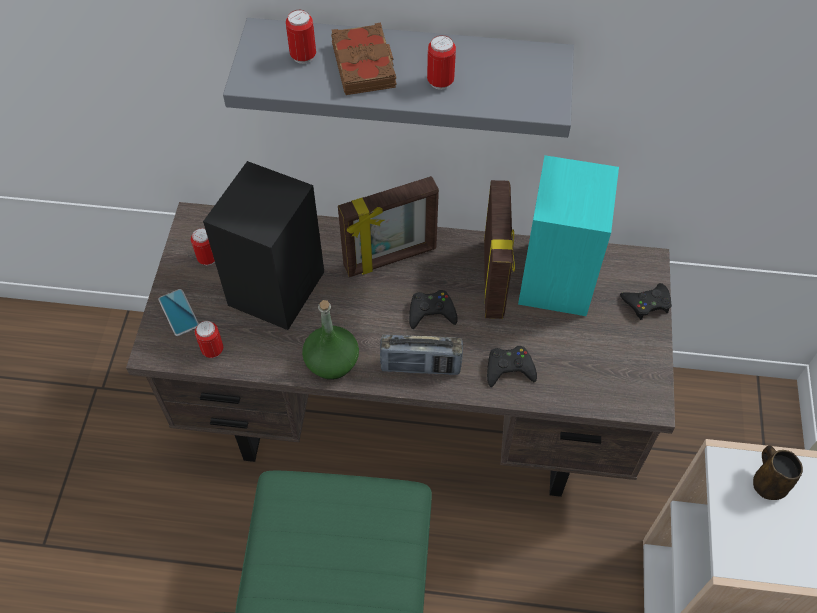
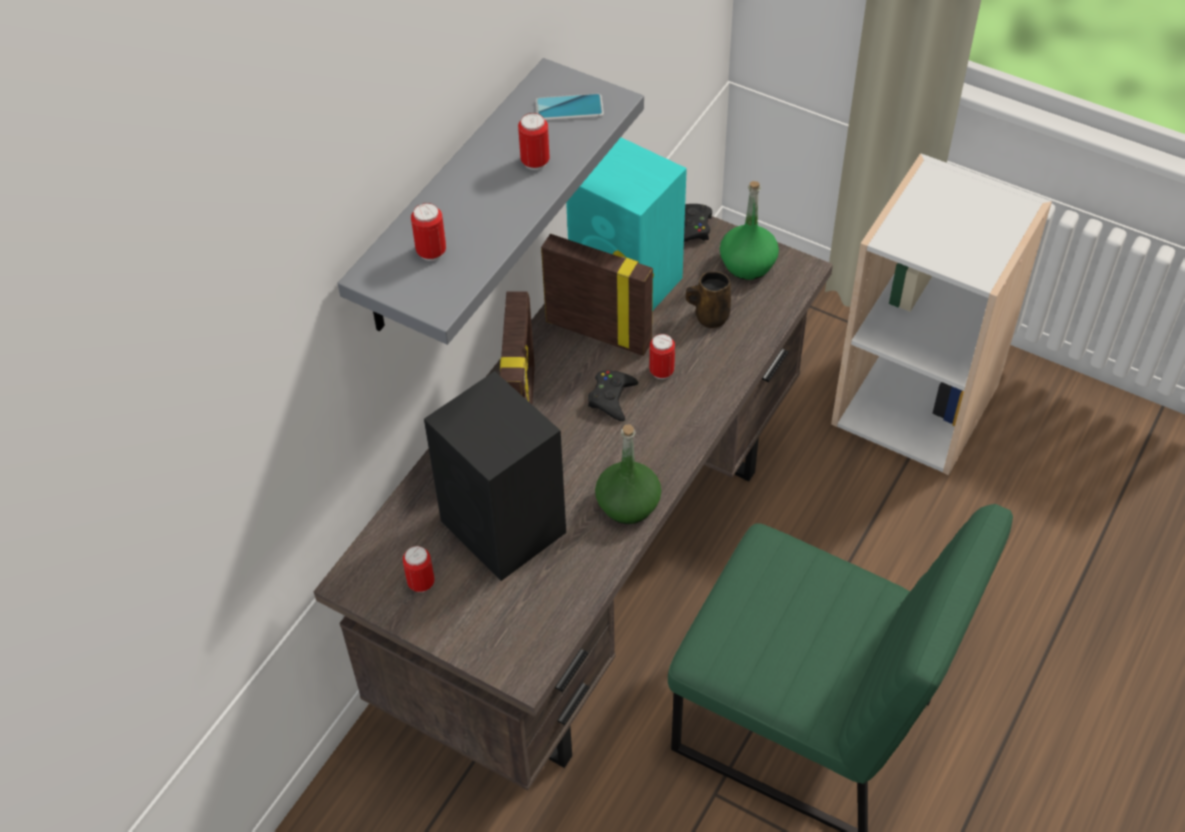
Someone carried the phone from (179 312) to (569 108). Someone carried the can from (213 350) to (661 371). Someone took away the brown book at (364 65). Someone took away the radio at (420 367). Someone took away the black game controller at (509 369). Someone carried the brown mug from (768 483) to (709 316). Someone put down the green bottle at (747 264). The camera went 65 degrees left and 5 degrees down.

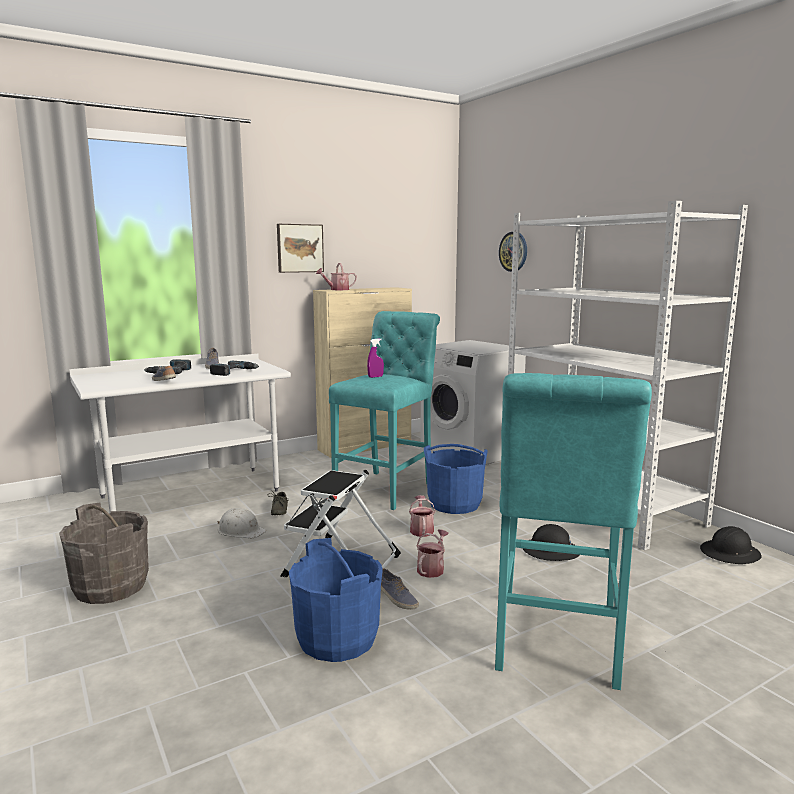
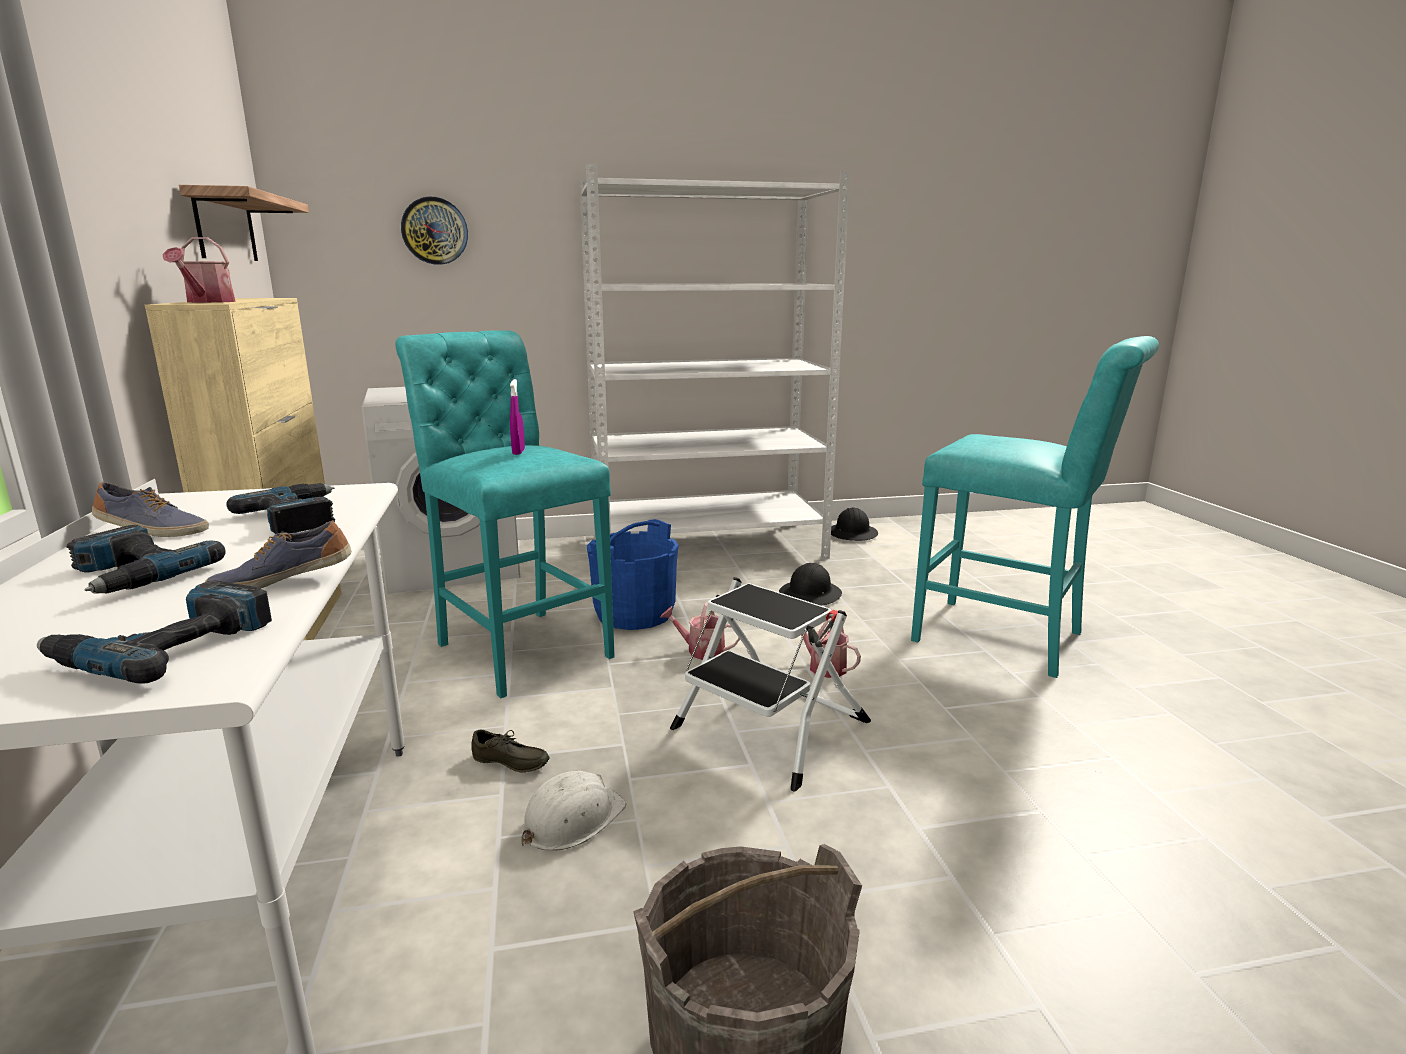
Someone took away the picture at (299 248). Someone took away the blue bucket at (337 638). Someone took away the shoe at (396 599). Someone put down the power drill at (165 647). Someone put up the shelf at (225 227). The camera went 70 degrees left and 5 degrees up.

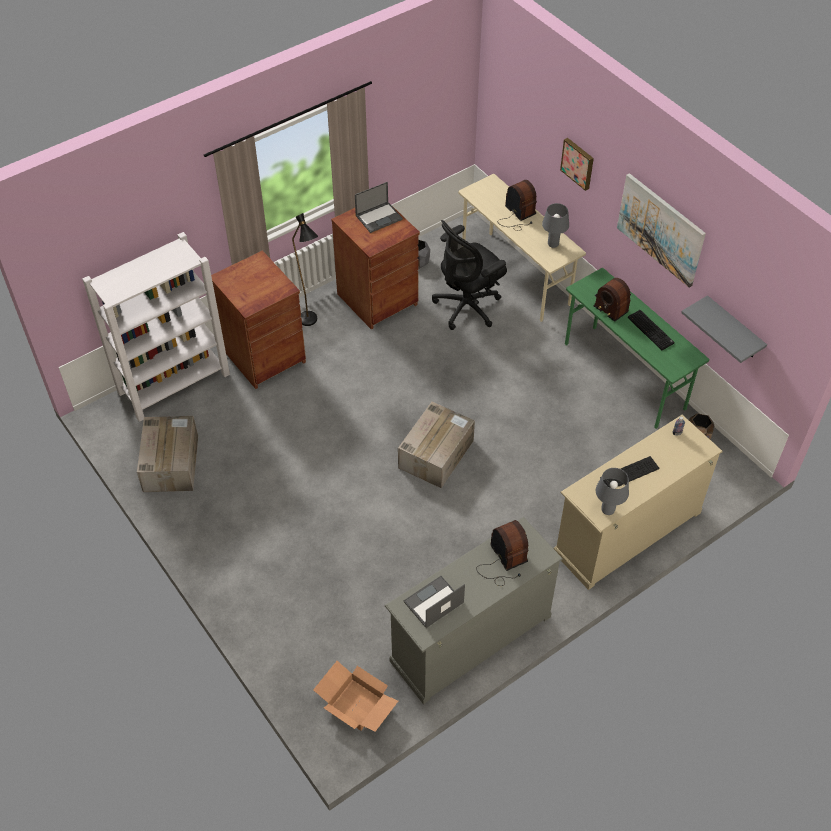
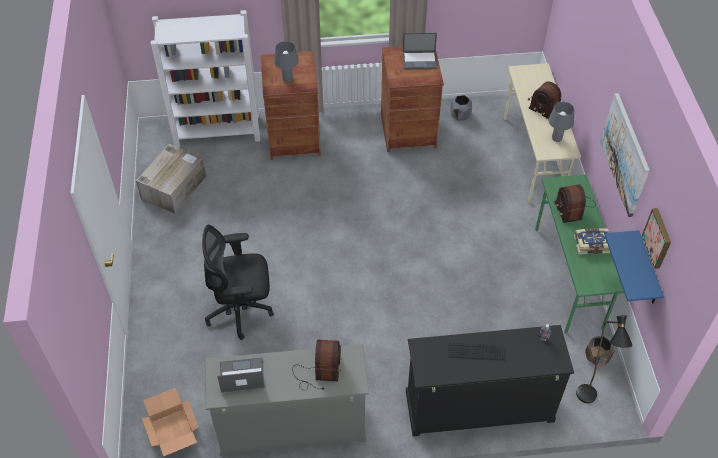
Someone carried the black floor lamp from (311 323) to (587 401). Someone took away the cardboard box at (436 453). Someone carried the black office chair from (469 304) to (242 308). Someone rotated the radio at (517 216) by 135 degrees clockwise. Someone repainted the beige cabinet at (627 532), which became the black cabinet at (478 406). Someone carried the picture from (578 163) to (658 238). Someone carried the grey table lamp from (607 510) to (287 79). Someone swapped the keyboard at (651 330) for the book at (591 244). Someone repainted the grey shelf at (733 329), which became the blue shelf at (647 270). The camera went 30 degrees right and 0 degrees up.

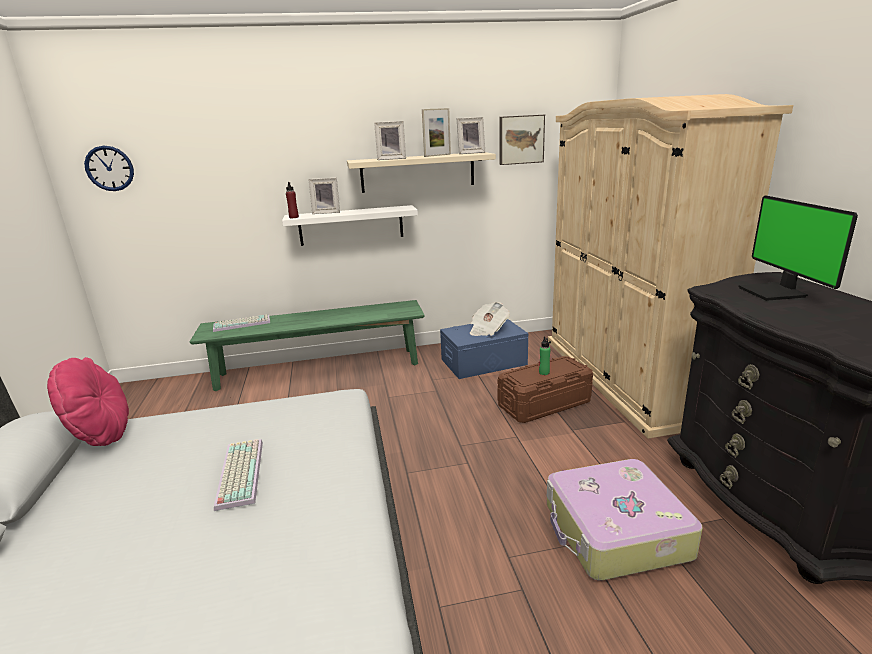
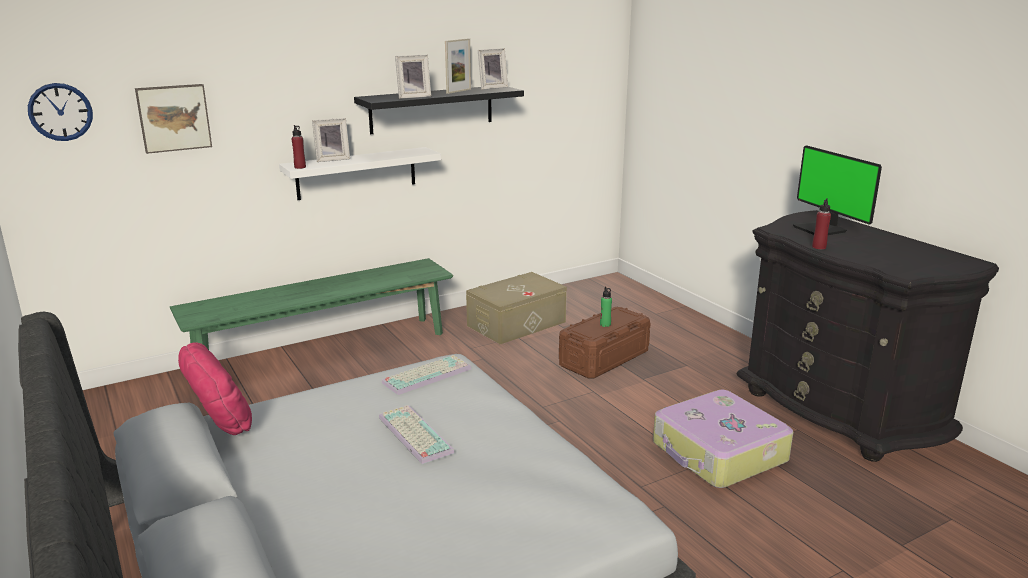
Someone carried the keyboard from (242 323) to (427 375). Someone repainted the beige shelf at (418 172), which became the black shelf at (432 109). Someone repainted the blue storage box at (483 362), which became the beige storage box at (516 324). Someone took away the newspaper at (487 330). Someone carried the picture from (521 139) to (173 117). Someone took away the beige wardrobe at (624 376). Someone put down the red bottle at (819 247). The camera went 20 degrees left and 0 degrees up.

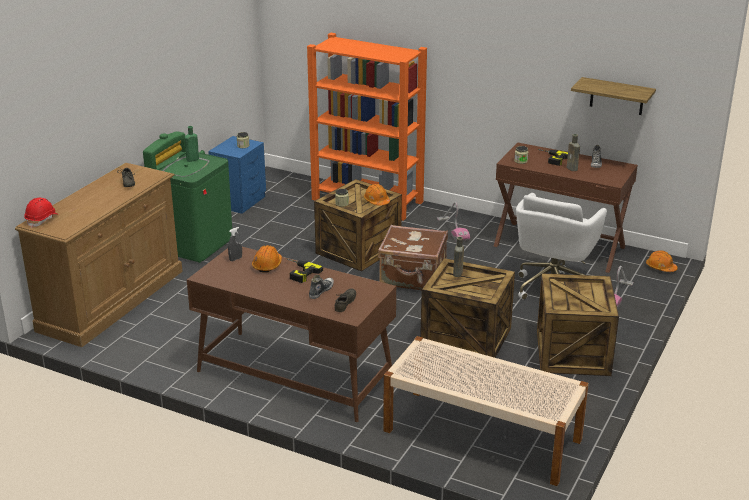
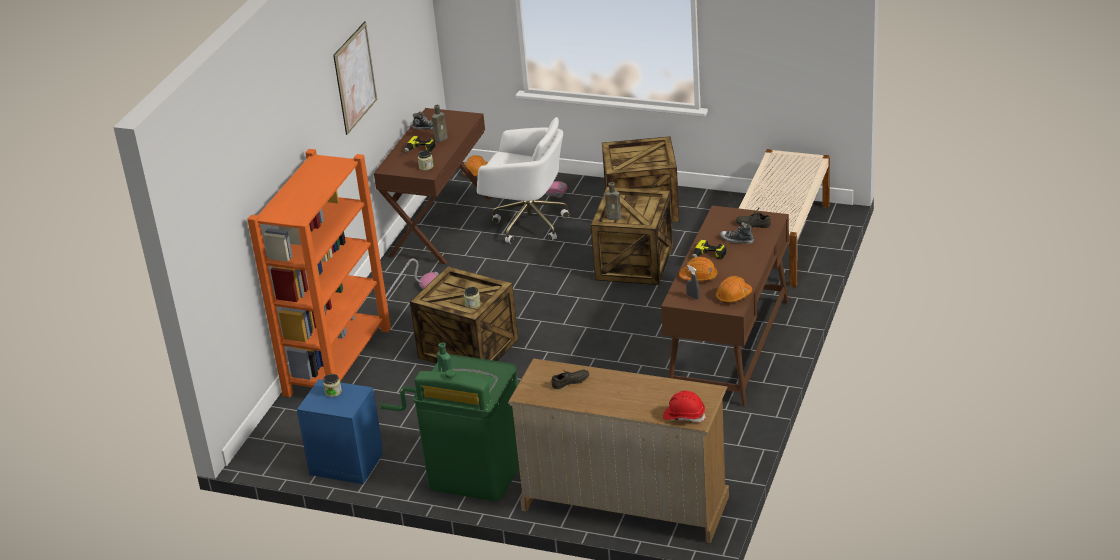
Someone carried the orange hard hat from (376 201) to (733 296). Someone took away the brown suitcase at (413 278). Someone took away the shelf at (617 96). Someone put up the picture at (355 77). The camera went 95 degrees left and 5 degrees up.

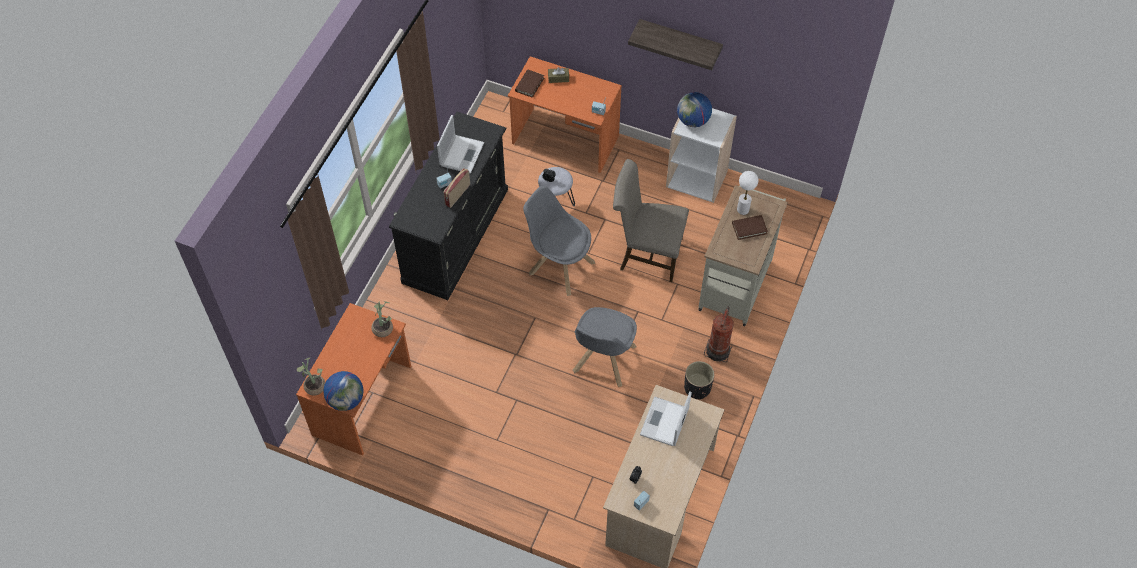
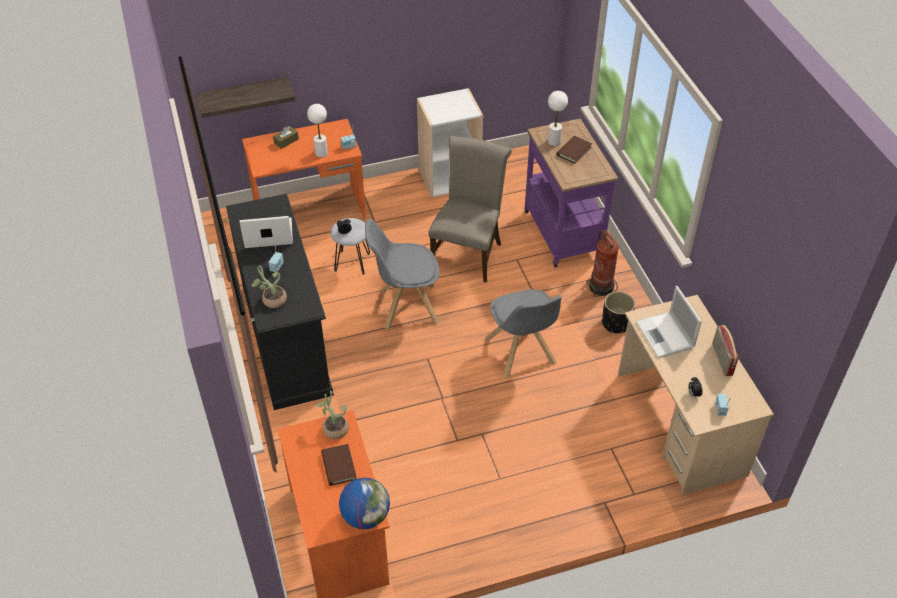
Someone carried the potted plant from (313 384) to (271 299). Someone rotated the laptop at (462 153) by 75 degrees counterclockwise. Someone carried the radio from (457 194) to (721 360). Someone carried the brown book from (529 84) to (339 466). Someone rotated the beige chair at (646 253) by 135 degrees clockwise. Someone carried the shelf from (680 41) to (244 97). Someone took away the globe at (693 121). Someone repainted the beige cart at (736 284), which became the purple cart at (561 232). Someone put down the white table lamp at (321 153). The camera went 40 degrees left and 10 degrees down.

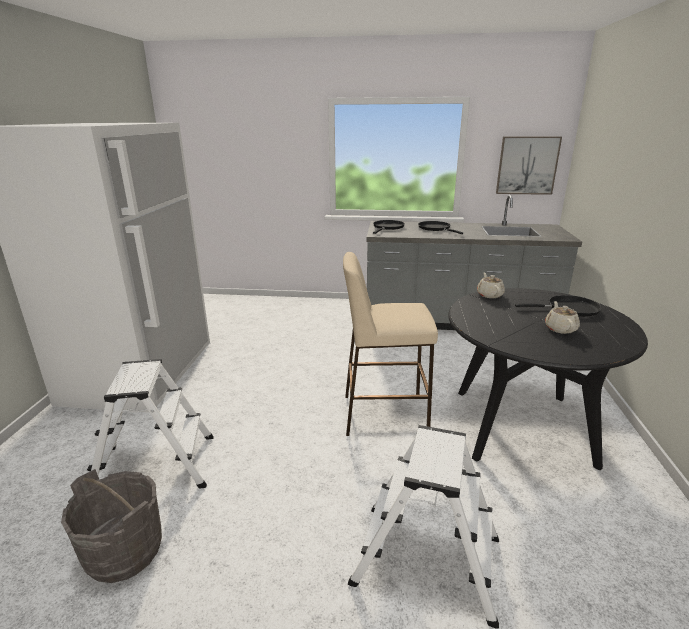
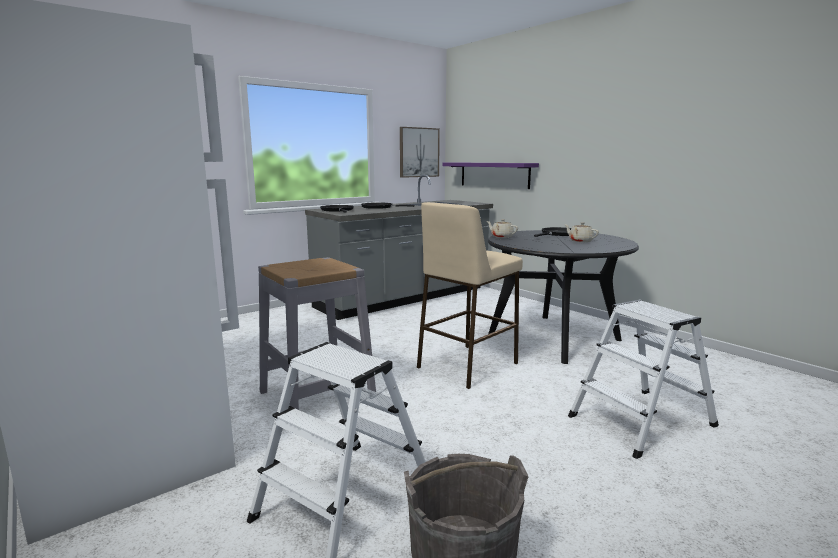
Someone put down the grey stool at (317 395). Someone put up the purple shelf at (494 175). The camera went 45 degrees left and 10 degrees down.

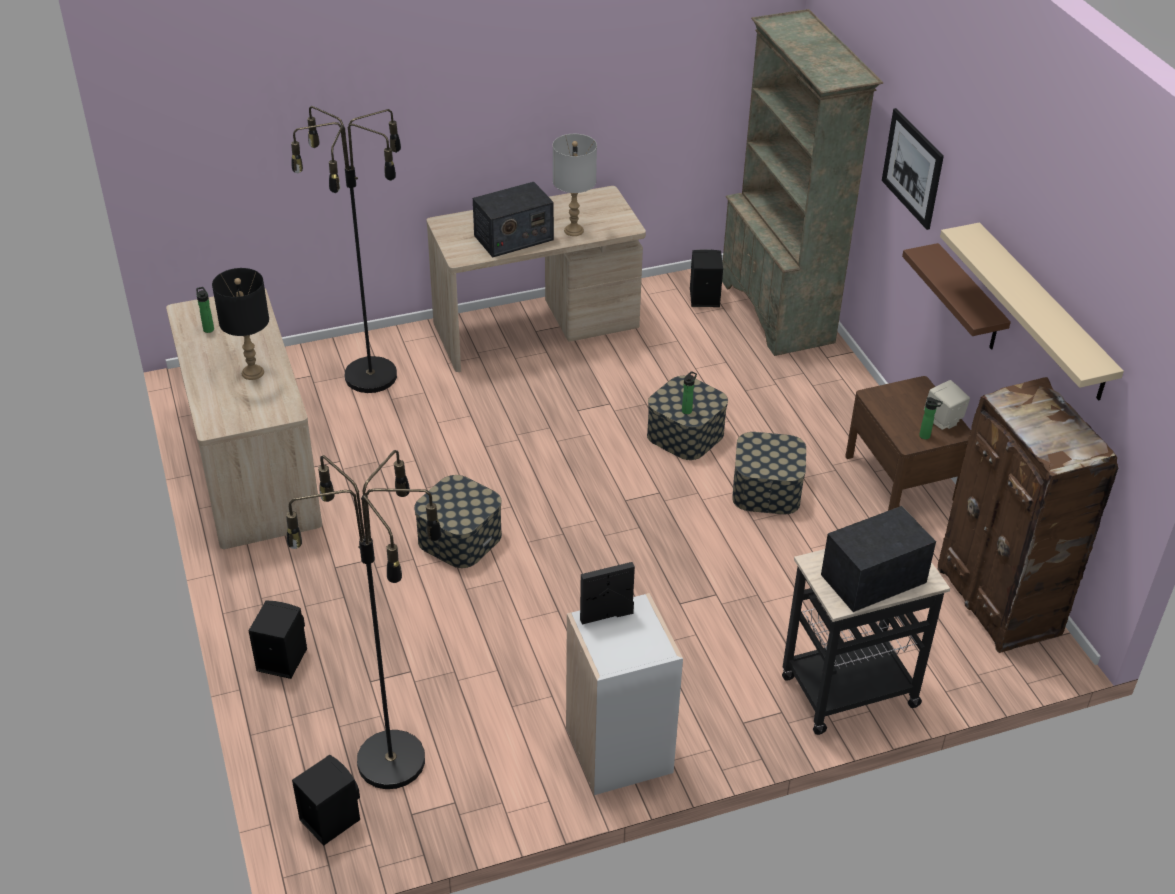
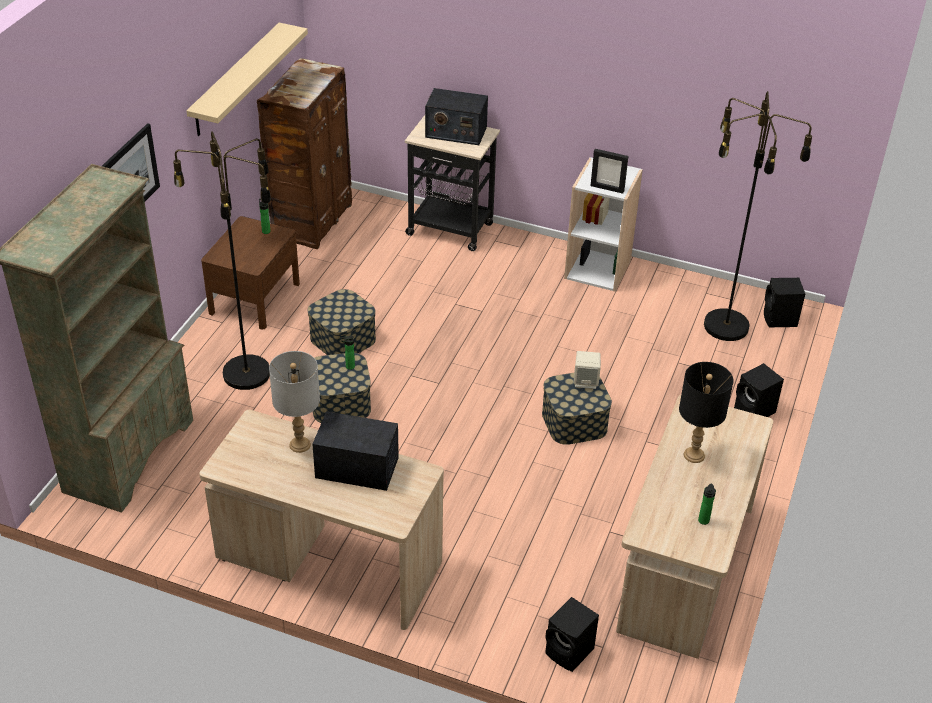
Someone carried the floor lamp from (370 377) to (248 373). Someone carried the black speaker from (703 297) to (570 652). Someone took away the brown shelf at (969 299). Someone carried the beige speaker from (943 420) to (586 381). The camera went 140 degrees left and 0 degrees up.

